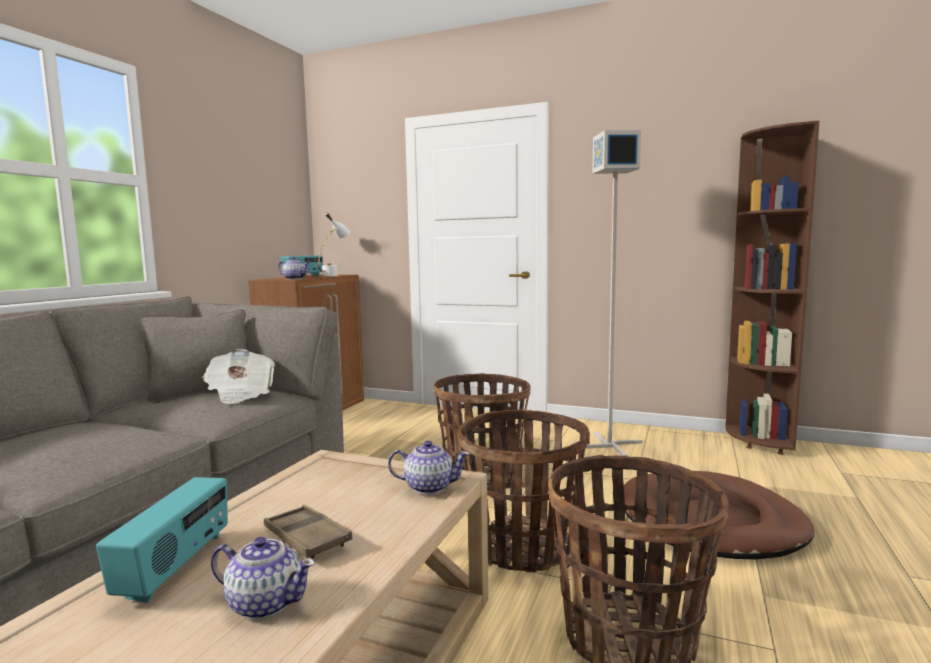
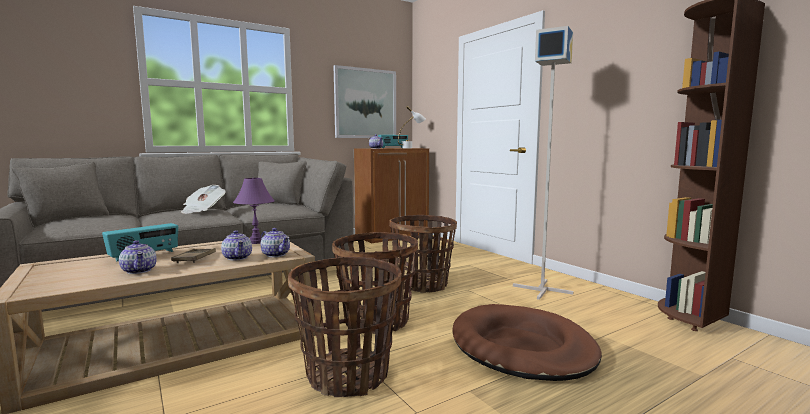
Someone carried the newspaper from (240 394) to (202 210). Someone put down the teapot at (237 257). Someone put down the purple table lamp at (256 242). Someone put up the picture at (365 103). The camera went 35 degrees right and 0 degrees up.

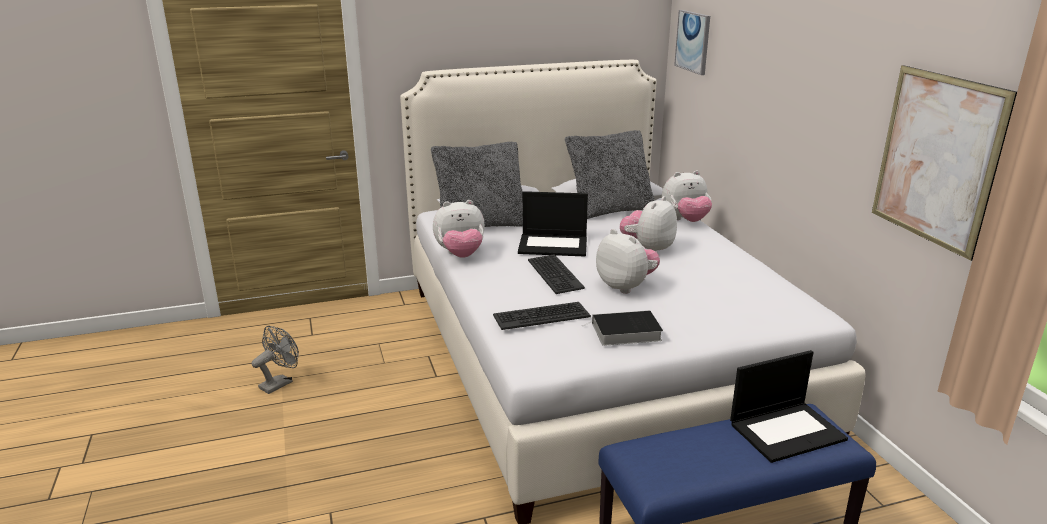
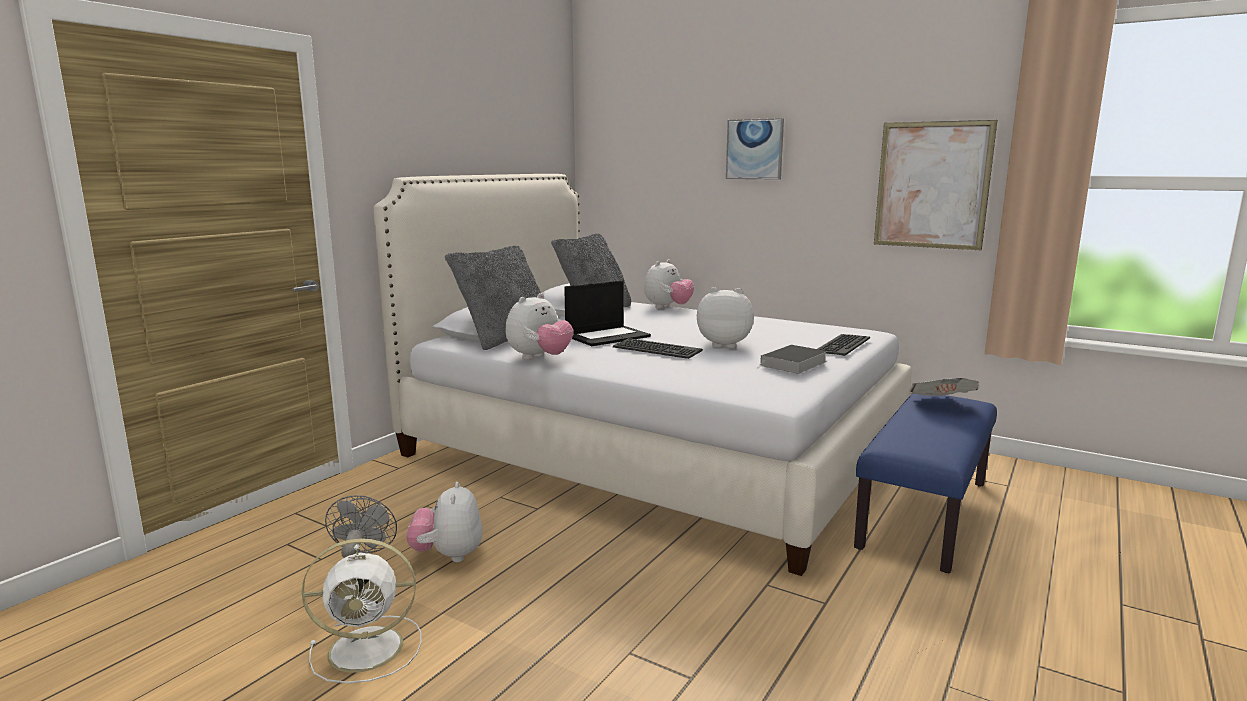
Someone carried the keyboard from (541 316) to (842 345). Someone carried the plush toy from (648 249) to (448 555). Someone carried the picture from (693 41) to (754 149). Someone swapped the laptop at (787 431) for the newspaper at (941 405). Someone put down the white fan at (369 648). The camera went 40 degrees left and 10 degrees down.

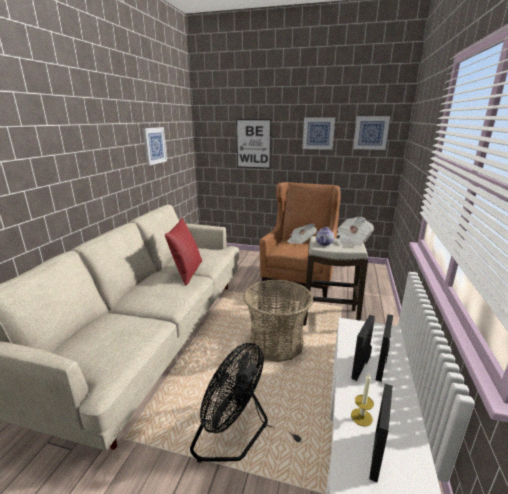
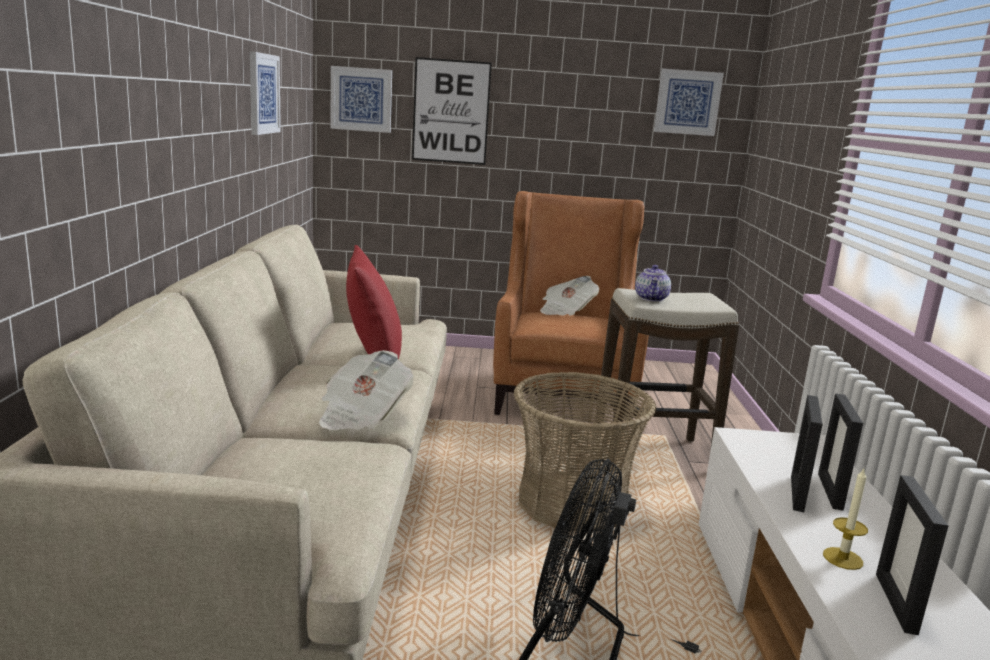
Someone carried the picture from (318 133) to (361 99). Someone carried the newspaper from (352 241) to (362 415). The camera went 15 degrees left and 5 degrees down.

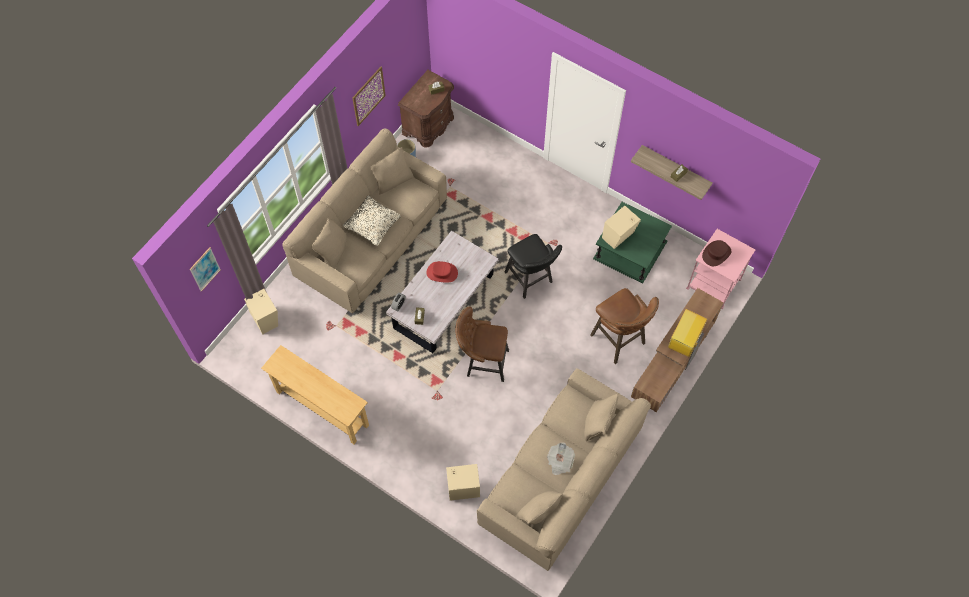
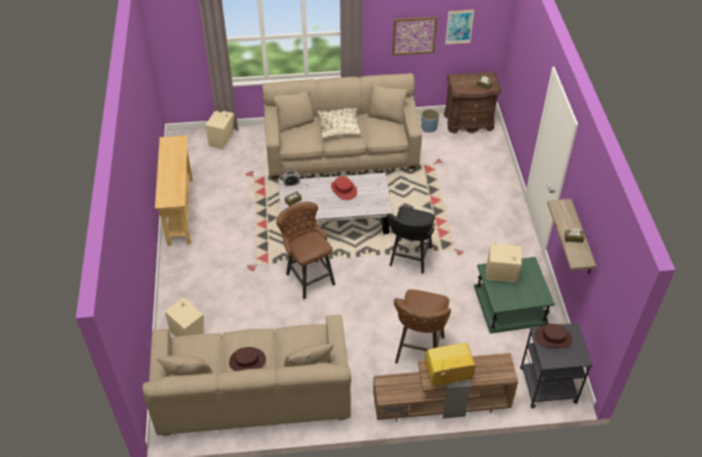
Someone carried the picture from (205 269) to (459 27). Someone swapped the newspaper at (559 462) for the brown hat at (247 361). Someone repainted the pink cart at (713 285), which became the black cart at (547 385). The camera went 50 degrees right and 15 degrees down.

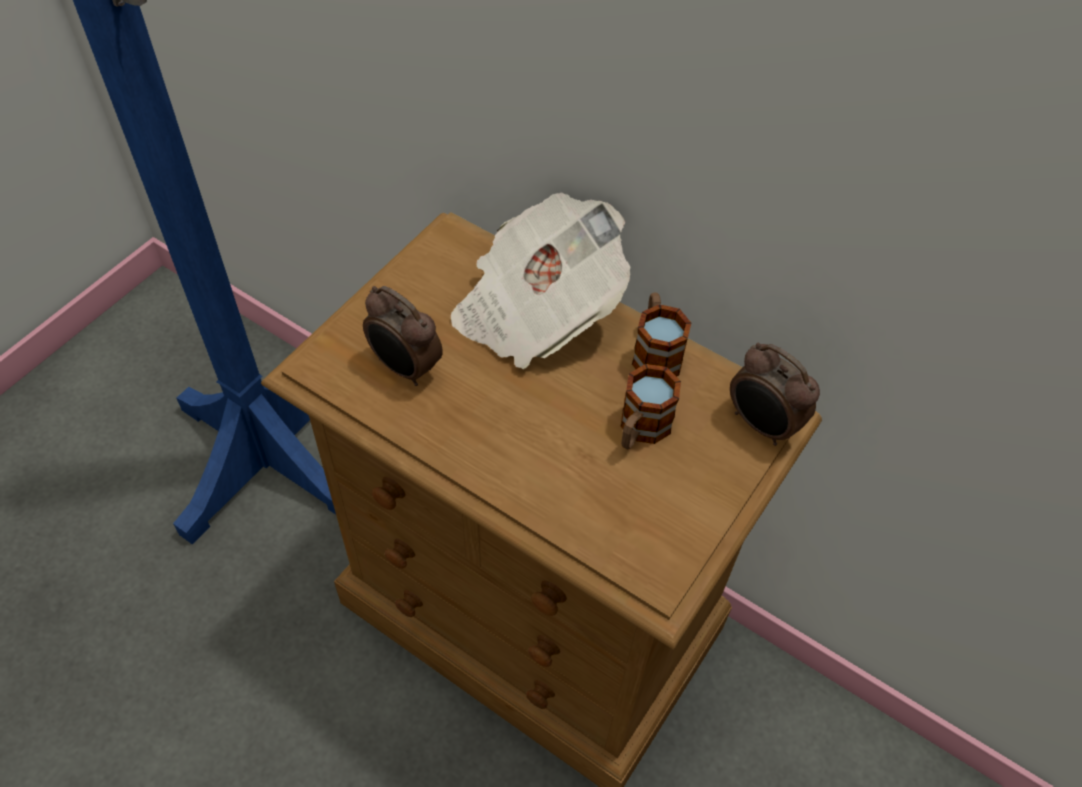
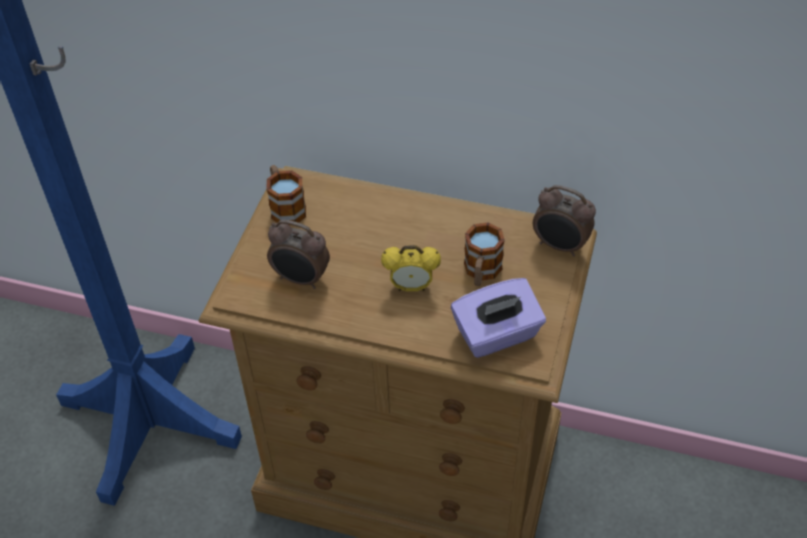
Someone took away the newspaper at (536 310). Someone carried the mug from (655 352) to (285 207). Someone put down the alarm clock at (411 287). Someone put down the purple tissue box at (497 335). The camera went 15 degrees left and 5 degrees down.

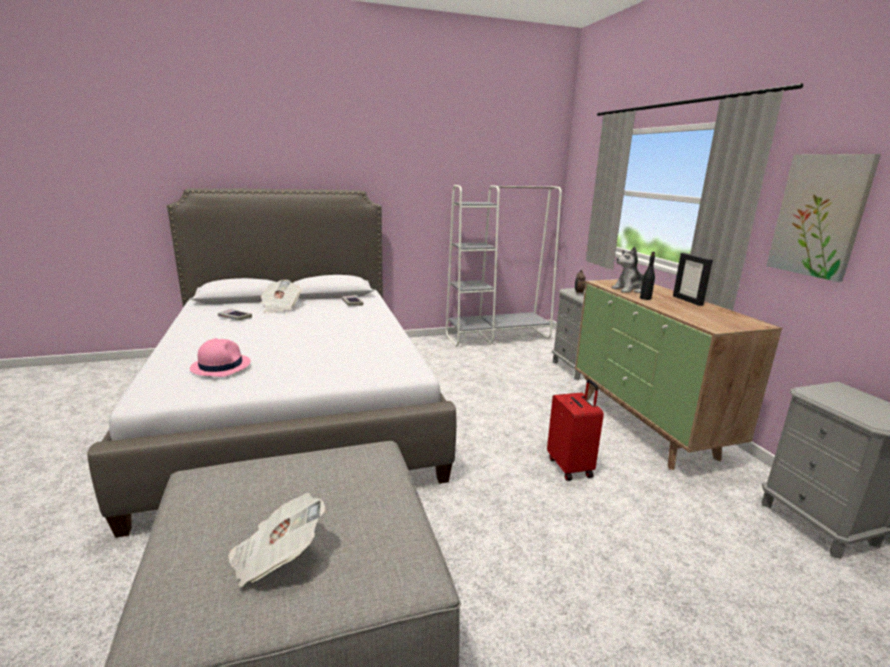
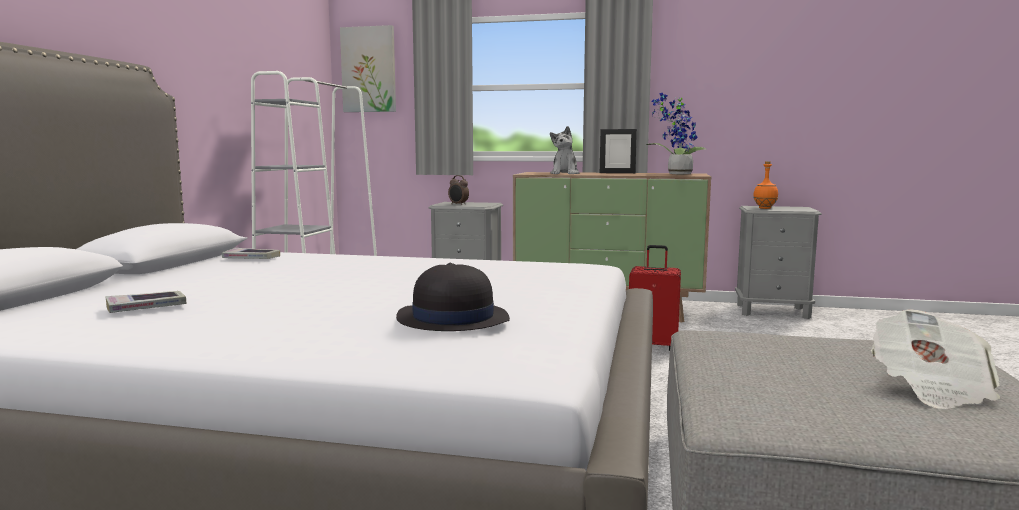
Someone repainted the pink hat at (220 366), which became the black hat at (452 319). Someone took away the newspaper at (280 307). Someone took away the black bottle at (645 298). Someone carried the picture from (820 216) to (369 70). Someone put down the potted plant at (676 174). Someone put down the orange bottle at (765 208). The camera went 60 degrees left and 10 degrees down.

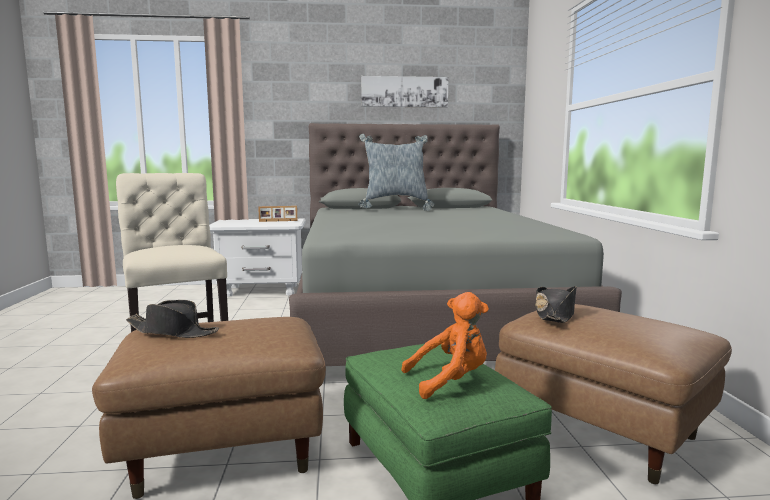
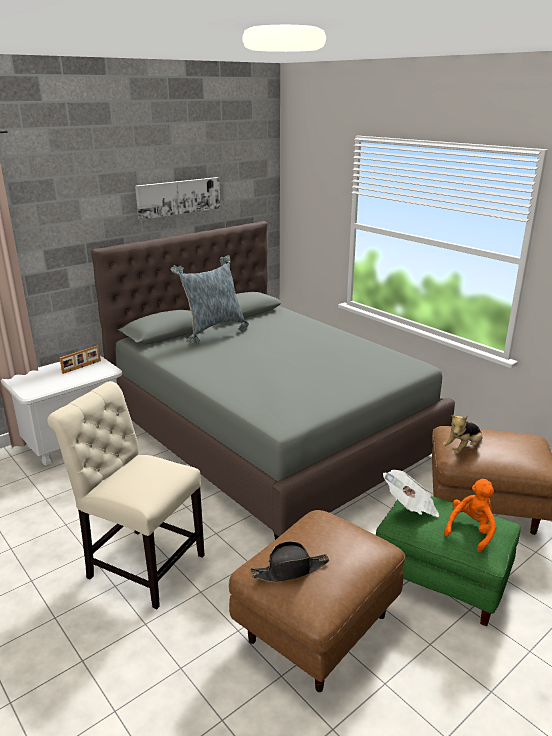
Someone swapped the black hat at (554 314) for the plush toy at (463 448). Someone put down the newspaper at (410 506). The camera went 35 degrees left and 15 degrees up.

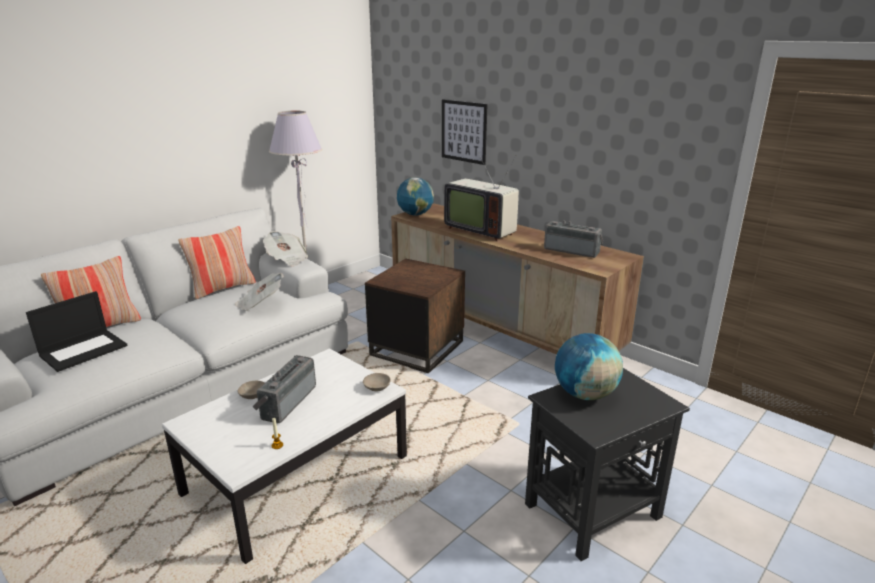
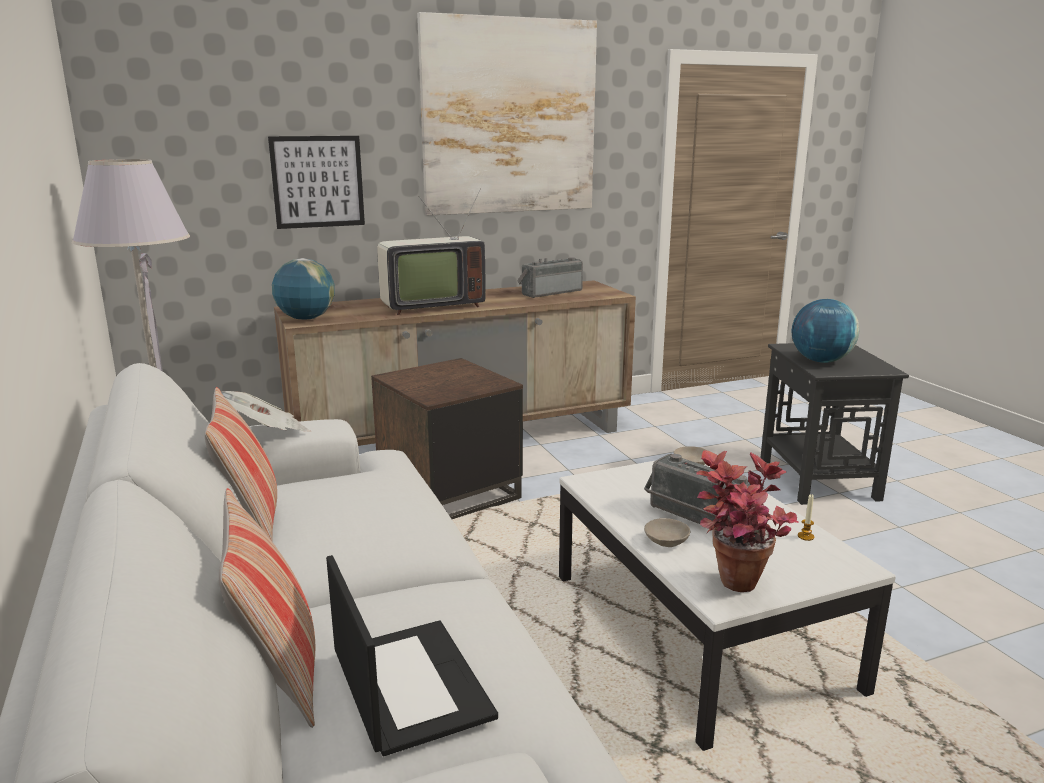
Someone took away the newspaper at (260 303). Someone put up the picture at (509 117). Someone put down the potted plant at (734 590). The camera went 65 degrees left and 5 degrees down.

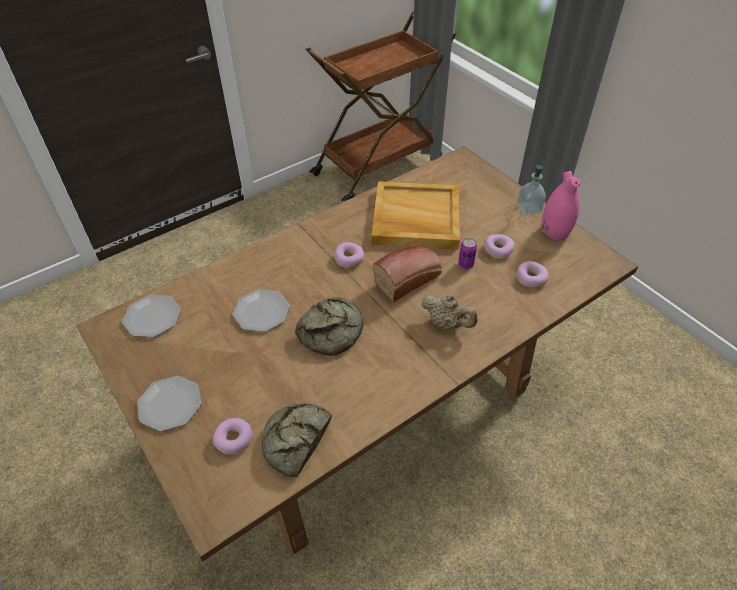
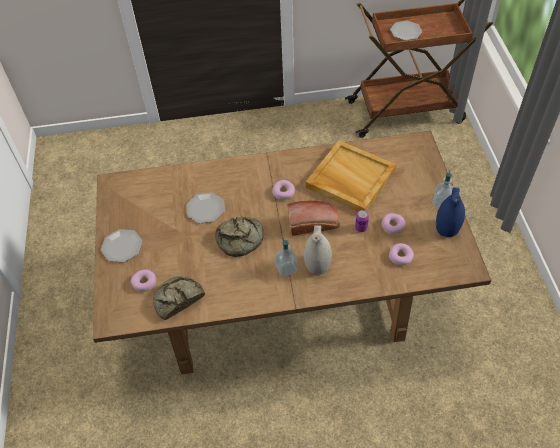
Someone carried the plate from (152 317) to (406 31). Someone swapped the beige teapot at (447 324) for the white vase at (317 265). Someone repainted the pink vase at (555 232), which became the blue vase at (447 229). Someone put down the soap dispenser at (286 268). The camera went 30 degrees right and 5 degrees up.

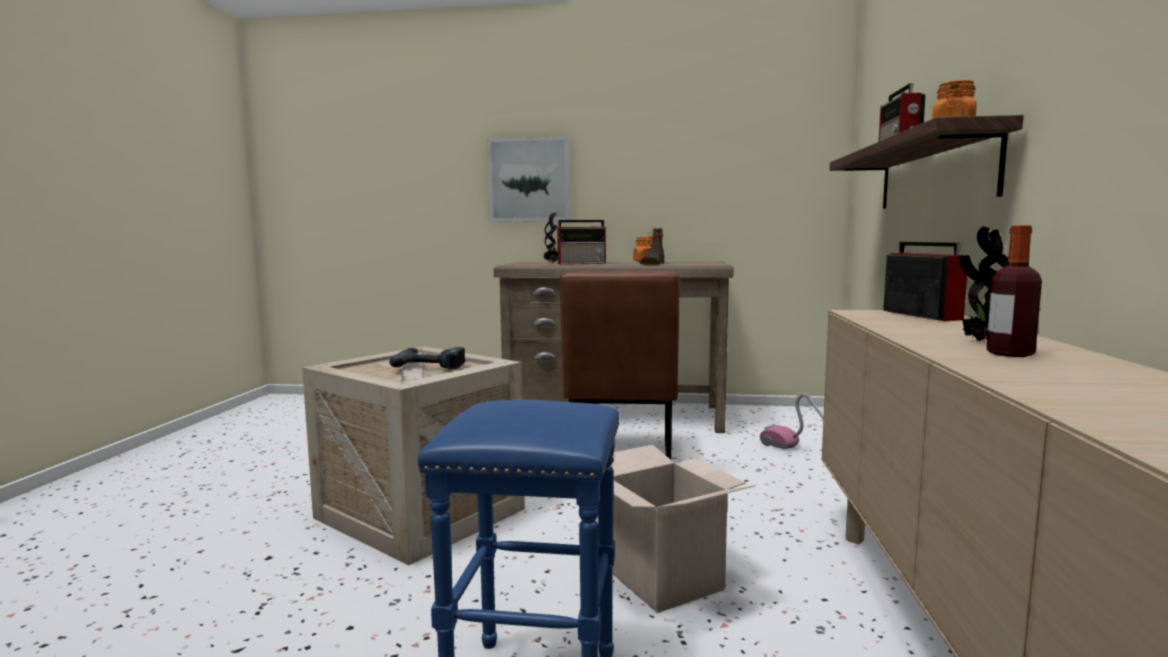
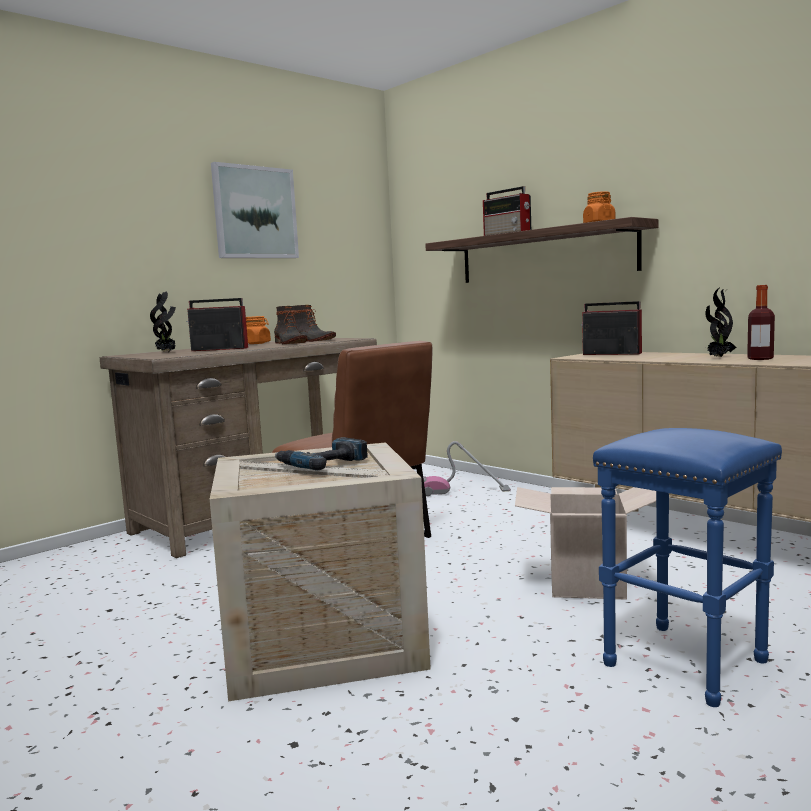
Someone carried the picture from (529 180) to (255 213). Someone rotated the radio at (582 263) by 120 degrees counterclockwise. Someone put down the boot at (311 341). The camera went 50 degrees left and 0 degrees up.

